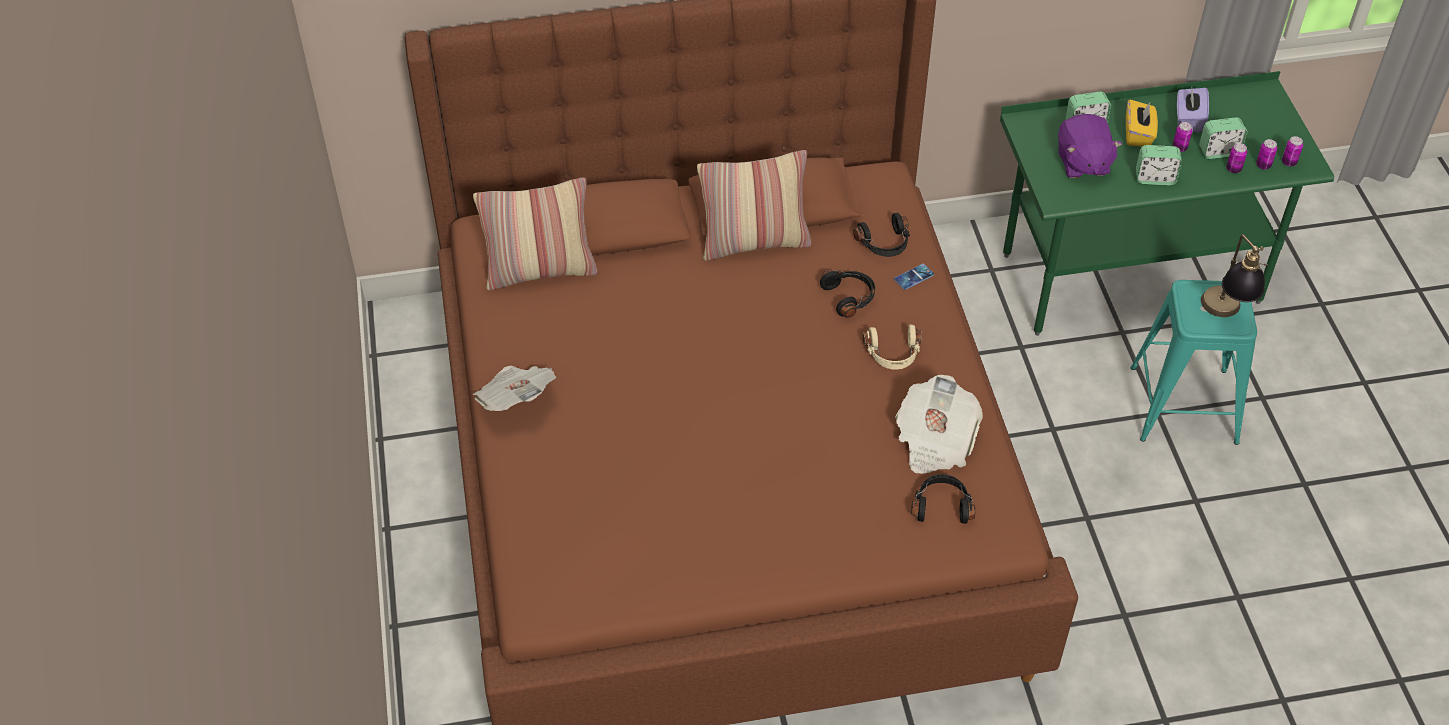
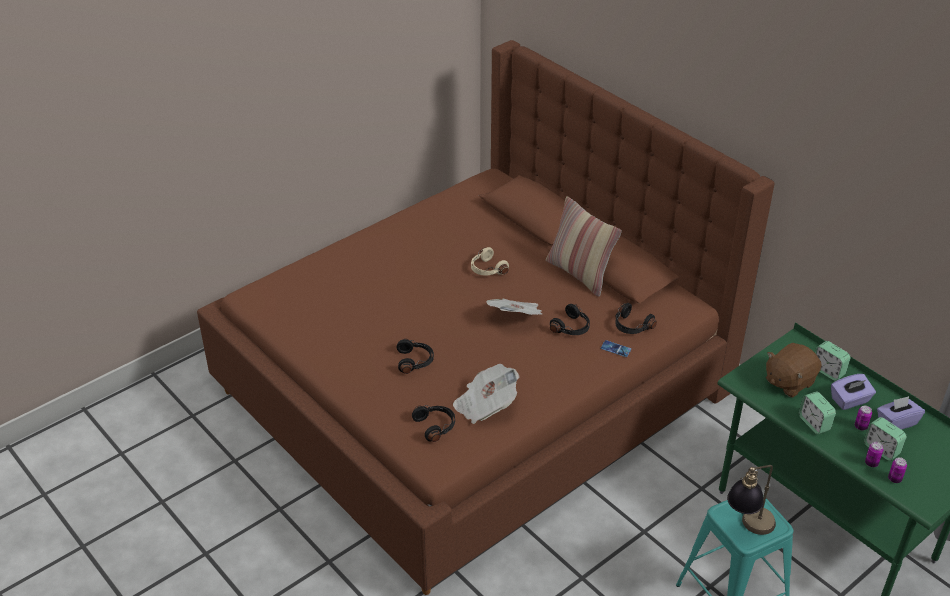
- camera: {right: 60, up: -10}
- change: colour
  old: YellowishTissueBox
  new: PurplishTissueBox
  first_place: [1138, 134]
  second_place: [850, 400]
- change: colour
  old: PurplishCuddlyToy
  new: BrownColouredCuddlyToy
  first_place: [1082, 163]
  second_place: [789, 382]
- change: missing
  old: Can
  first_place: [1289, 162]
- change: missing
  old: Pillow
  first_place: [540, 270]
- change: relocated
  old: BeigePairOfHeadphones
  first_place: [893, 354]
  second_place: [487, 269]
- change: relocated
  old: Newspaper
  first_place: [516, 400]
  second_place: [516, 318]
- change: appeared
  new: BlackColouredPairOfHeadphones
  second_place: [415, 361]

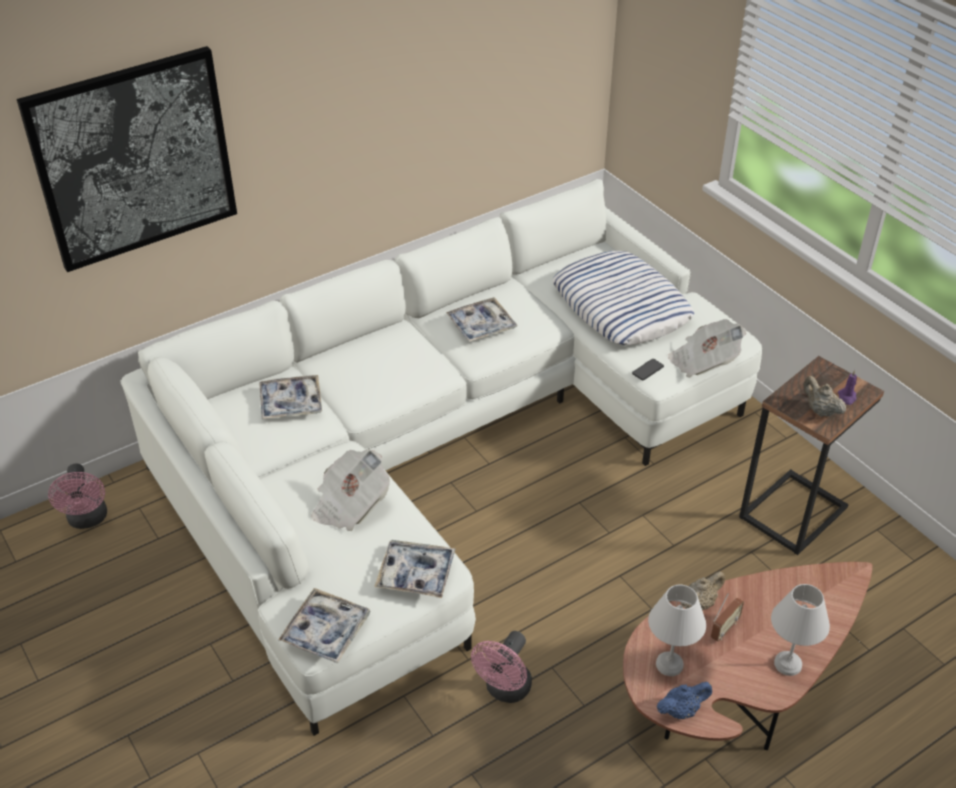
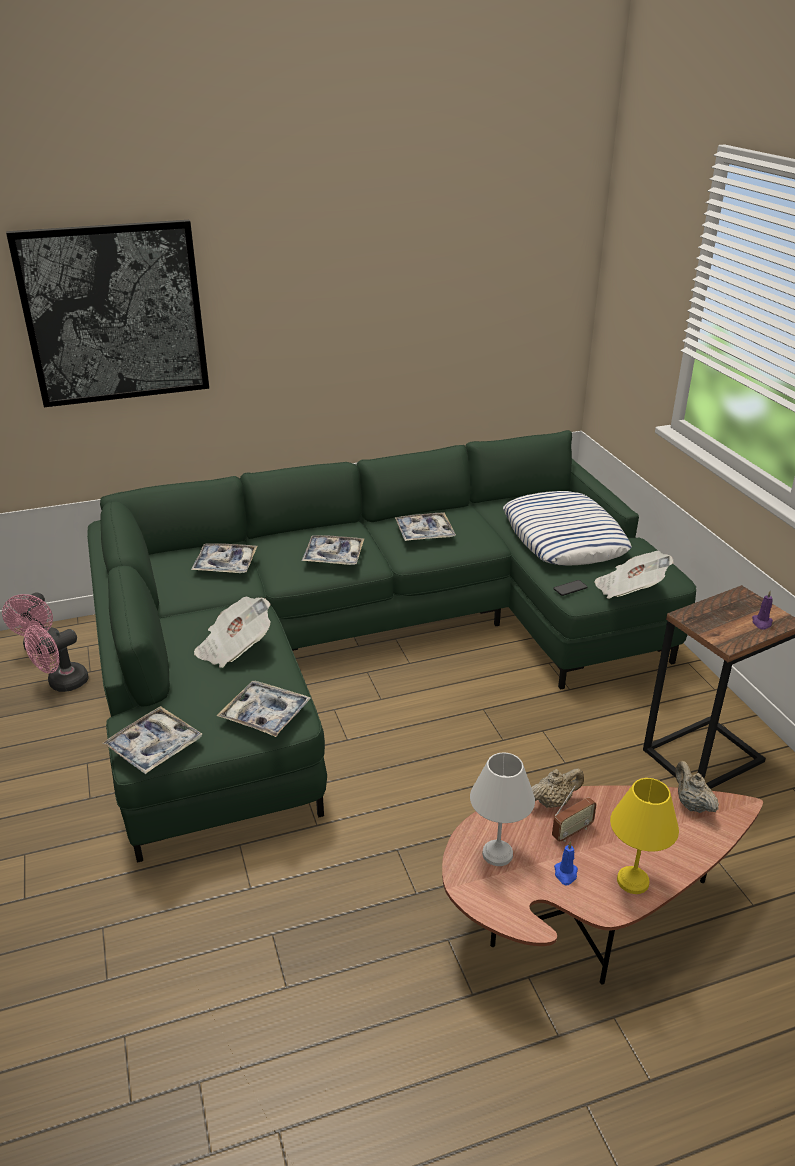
- camera: {right: 15, up: -10}
- change: colour
  old: WhitishSofa
  new: GreenSofa
  first_place: [438, 450]
  second_place: [367, 645]
- change: relocated
  old: BeigeTeaPot
  first_place: [820, 410]
  second_place: [691, 804]
- change: colour
  old: WhitishTableLamp
  new: YellowishTableLamp
  first_place: [786, 664]
  second_place: [631, 881]
- change: relocated
  old: PinkColouredFan
  first_place: [505, 690]
  second_place: [62, 684]
- change: missing
  old: BlueColouredTeaPot
  first_place: [681, 710]
- change: appeared
  new: CarryingTray
  second_place: [333, 556]
- change: appeared
  new: BlueColouredWaxLight
  second_place: [565, 874]

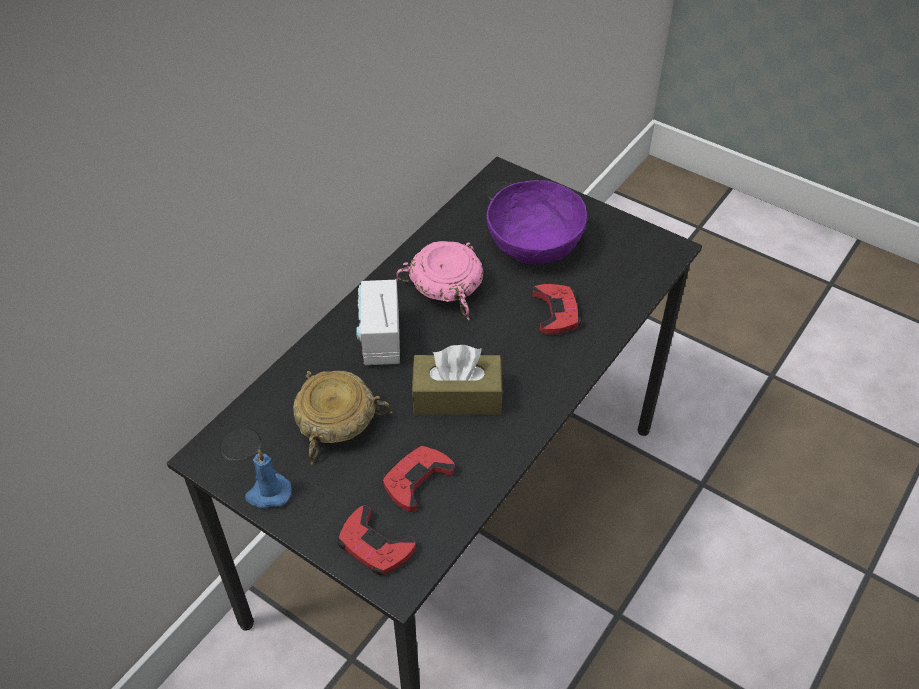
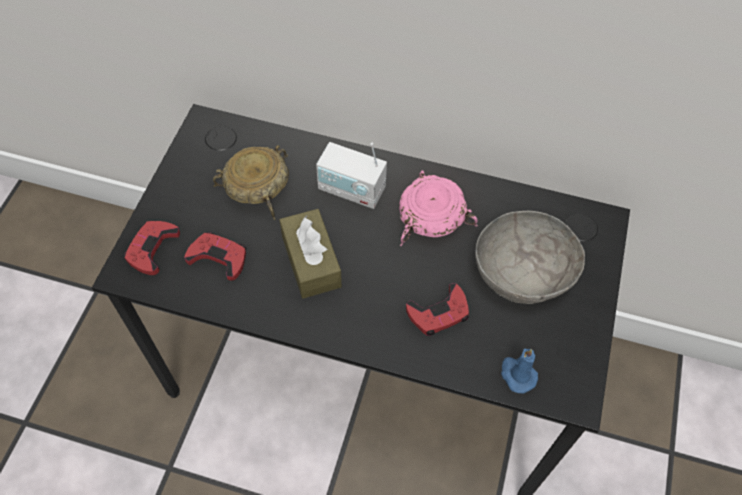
- camera: {right: 70, up: 10}
- change: colour
  old: PurplishDeepDish
  new: GreyDeepDish
  first_place: [534, 242]
  second_place: [522, 272]
- change: spun
  old: RadioSet
  first_place: [381, 340]
  second_place: [351, 190]
  degrees: -135
- change: relocated
  old: BlueColouredWaxLight
  first_place: [268, 494]
  second_place: [517, 374]

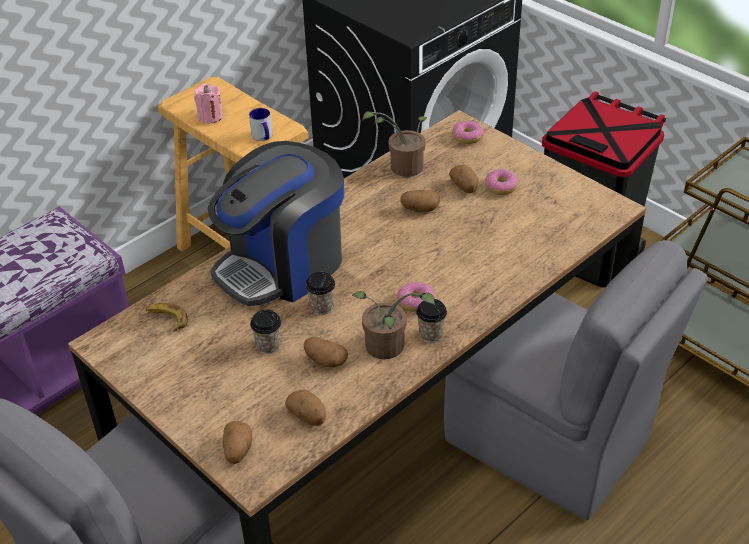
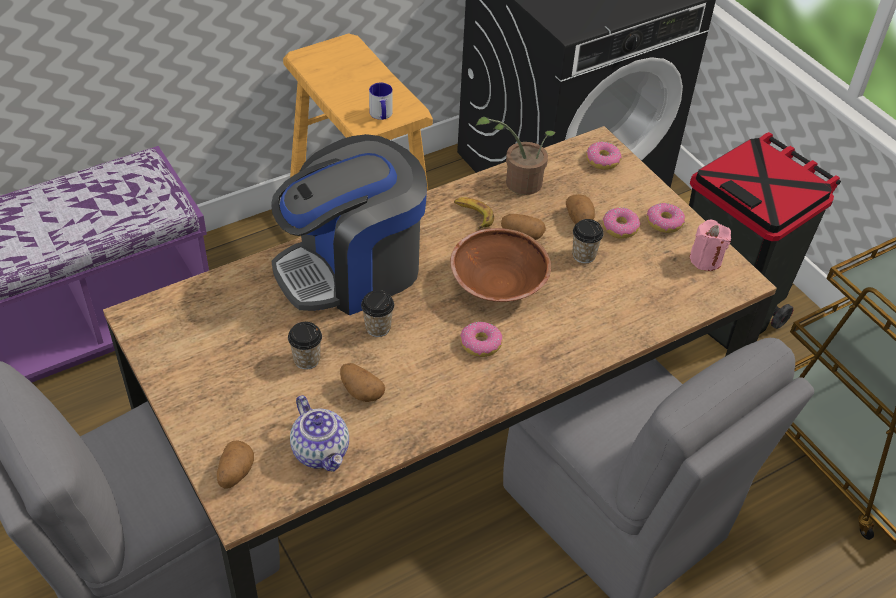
- camera: {right: 10, up: 5}
- change: relocated
  old: PinkColouredWaxLight
  first_place: [210, 116]
  second_place: [705, 259]
- change: missing
  old: PlantInAPot
  first_place: [388, 348]
- change: relocated
  old: SmallCup
  first_place: [431, 334]
  second_place: [584, 255]
- change: relocated
  old: Banana
  first_place: [167, 319]
  second_place: [473, 215]
- change: exchanged
  old: Spud
  new: TeaPot
  first_place: [308, 416]
  second_place: [321, 451]
- change: appeared
  new: Donut
  second_place: [664, 223]
- change: appeared
  new: BrownColouredDeepDish
  second_place: [498, 284]

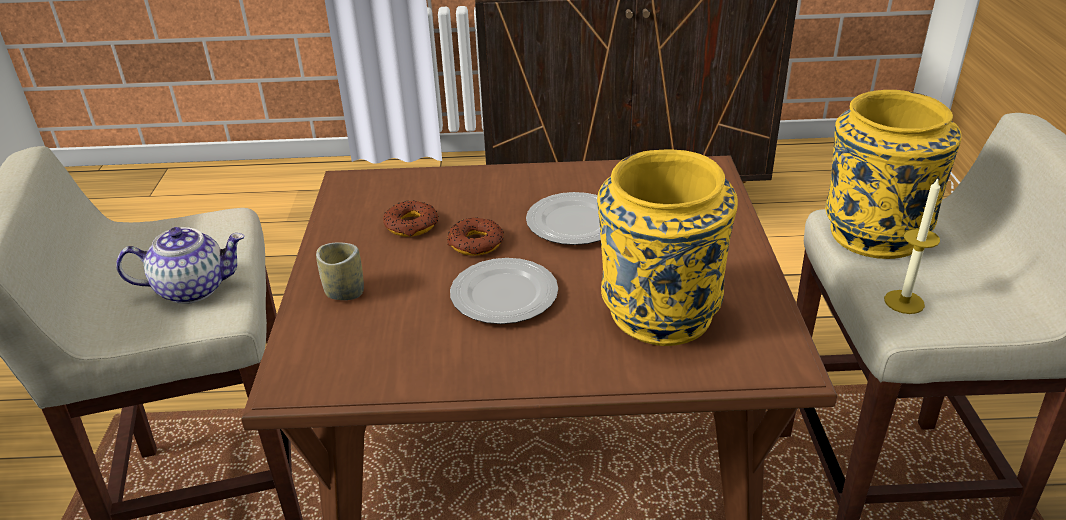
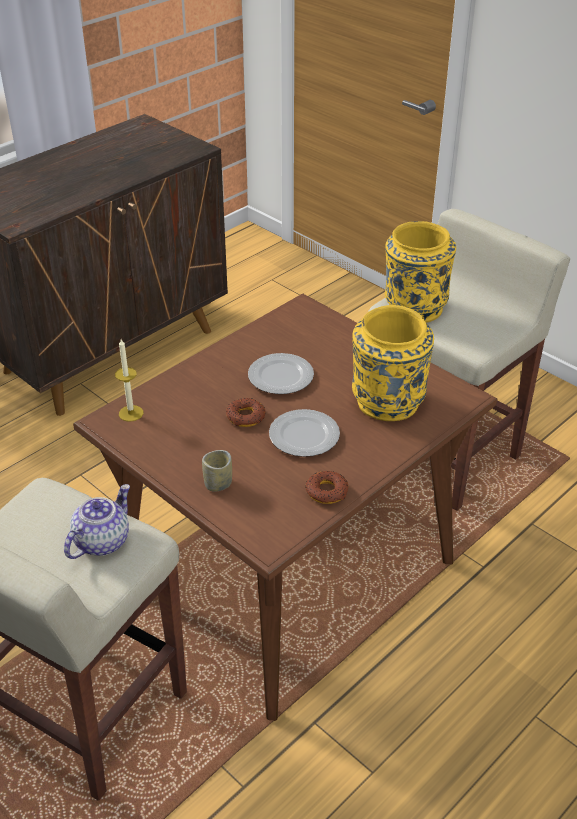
- camera: {right: -45, up: 5}
- change: relocated
  old: WaxLight
  first_place: [904, 302]
  second_place: [131, 413]
- change: relocated
  old: Donut
  first_place: [411, 225]
  second_place: [327, 491]

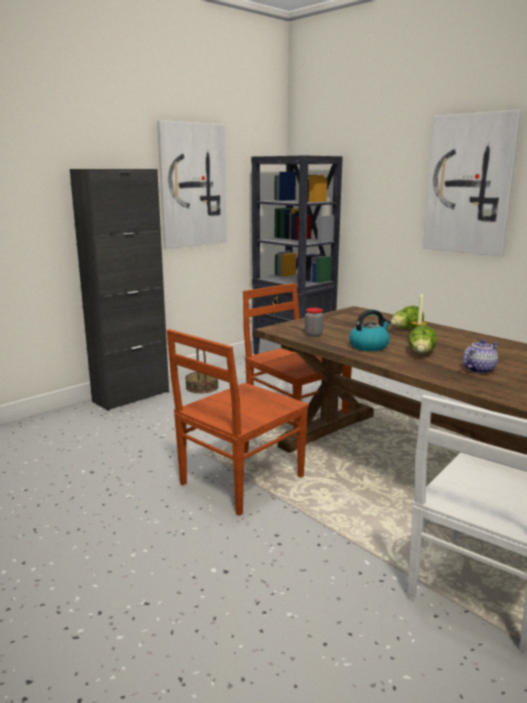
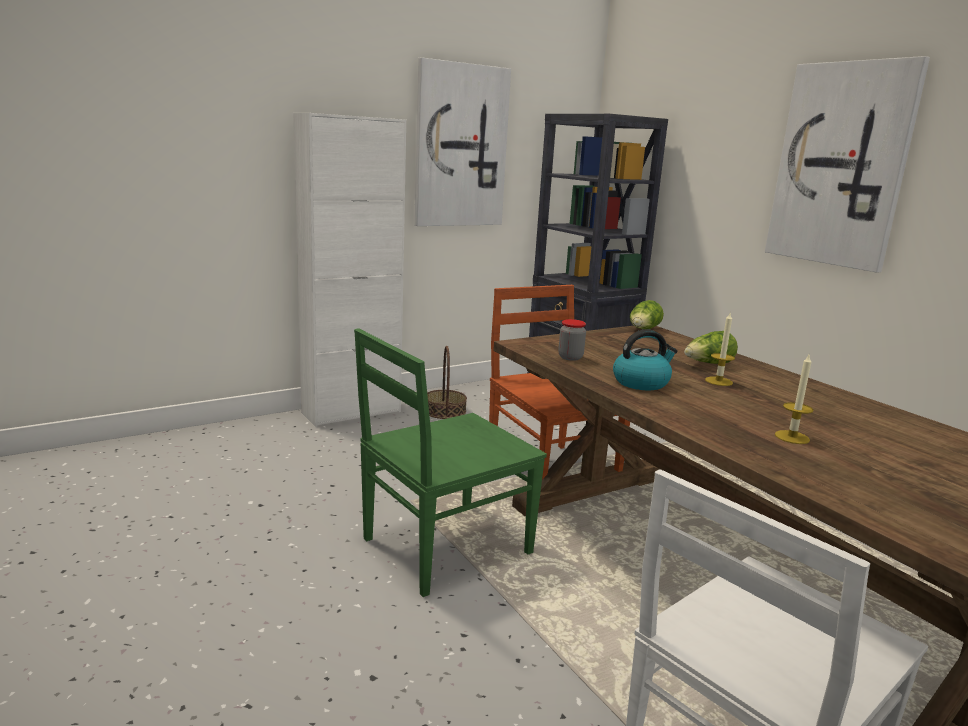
- camera: {right: 10, up: 0}
- change: colour
  old: BlackColouredCabinet
  new: WhitishCabinet
  first_place: [131, 396]
  second_place: [351, 412]
- change: relocated
  old: LettuceHead
  first_place: [421, 353]
  second_place: [643, 330]
- change: colour
  old: BrownColouredUprightChair
  new: GreenUprightChair
  first_place: [240, 481]
  second_place: [443, 547]
- change: exchanged
  old: TeaPot
  new: WaxLight
  first_place: [478, 370]
  second_place: [792, 437]

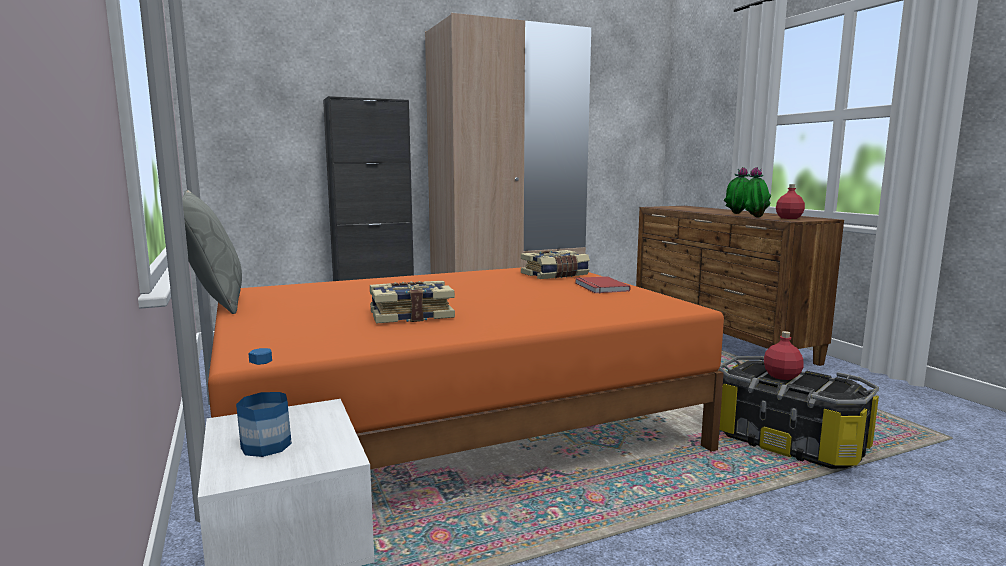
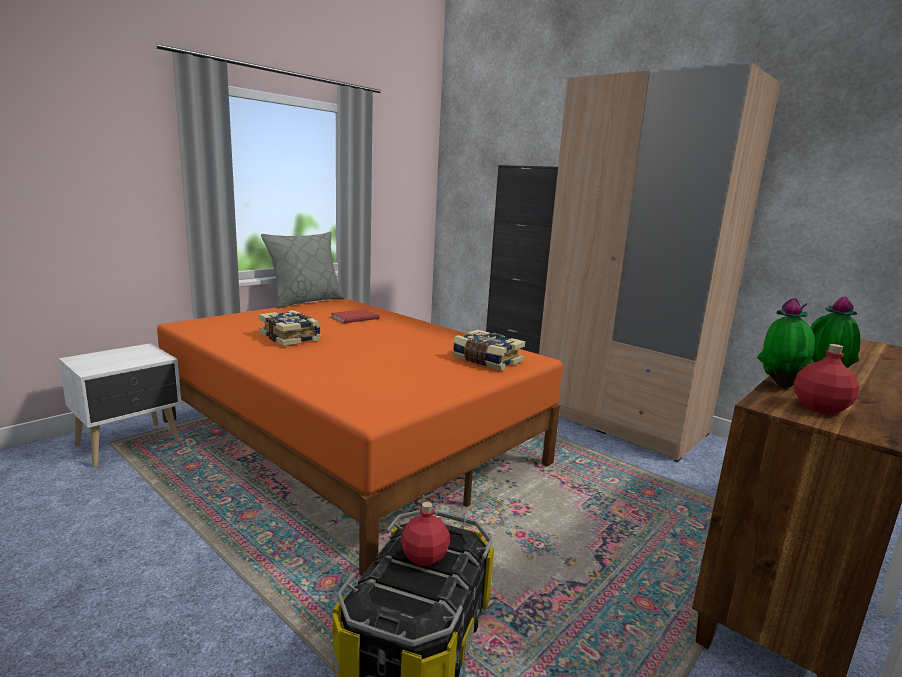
- camera: {right: 65, up: 5}
- change: relocated
  old: ReddishVolume
  first_place: [599, 287]
  second_place: [354, 318]
- change: missing
  old: DrinkBottle
  first_place: [266, 445]

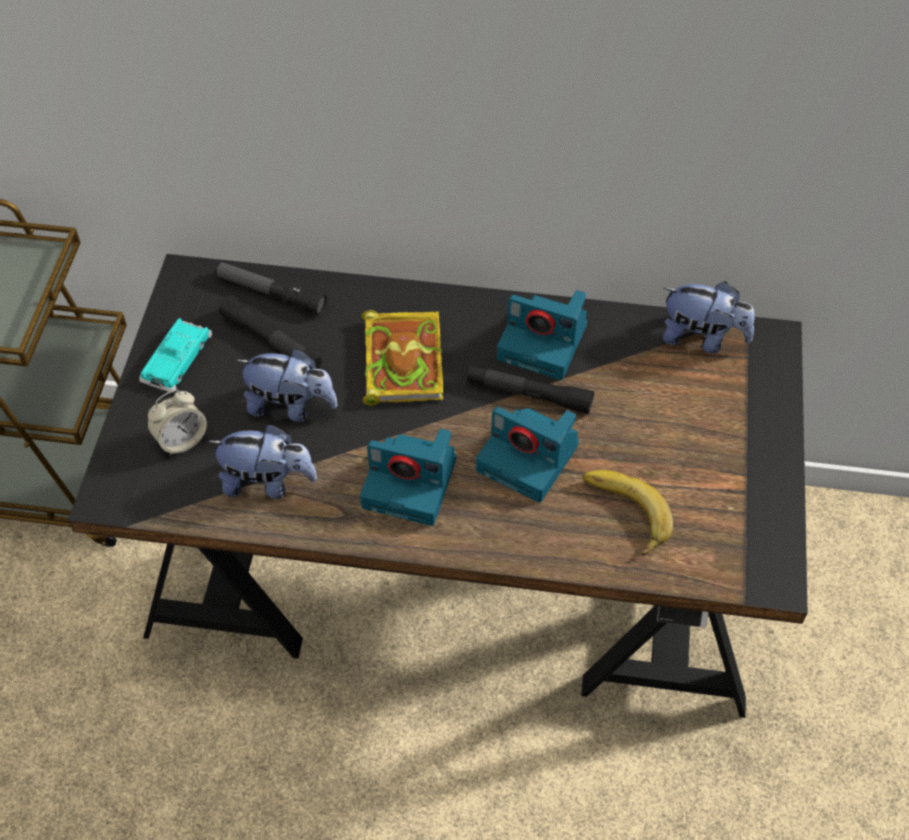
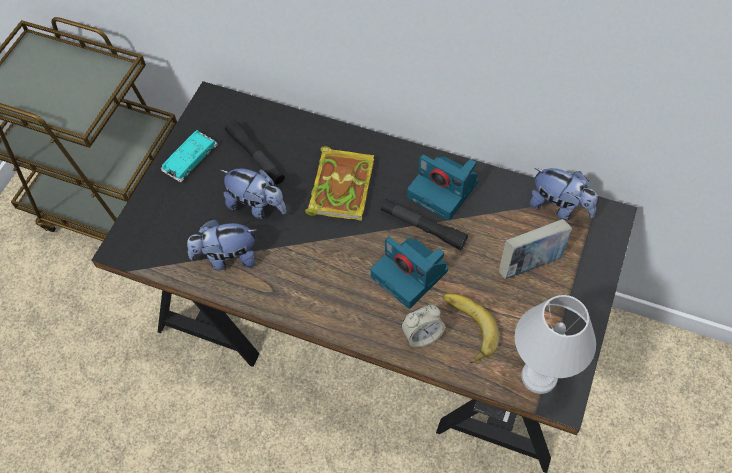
- camera: {right: 15, up: 5}
- change: missing
  old: HandTorch
  first_place: [270, 293]
- change: relocated
  old: BedsideClock
  first_place: [181, 440]
  second_place: [422, 335]
- change: spun
  old: CuddlyToy
  first_place: [267, 482]
  second_place: [227, 258]
  degrees: 150
- change: missing
  old: PhotoCamera
  first_place: [412, 483]
- change: appeared
  new: Volume
  second_place: [530, 263]
- change: appeared
  new: WhitishTableLamp
  second_place: [541, 376]

